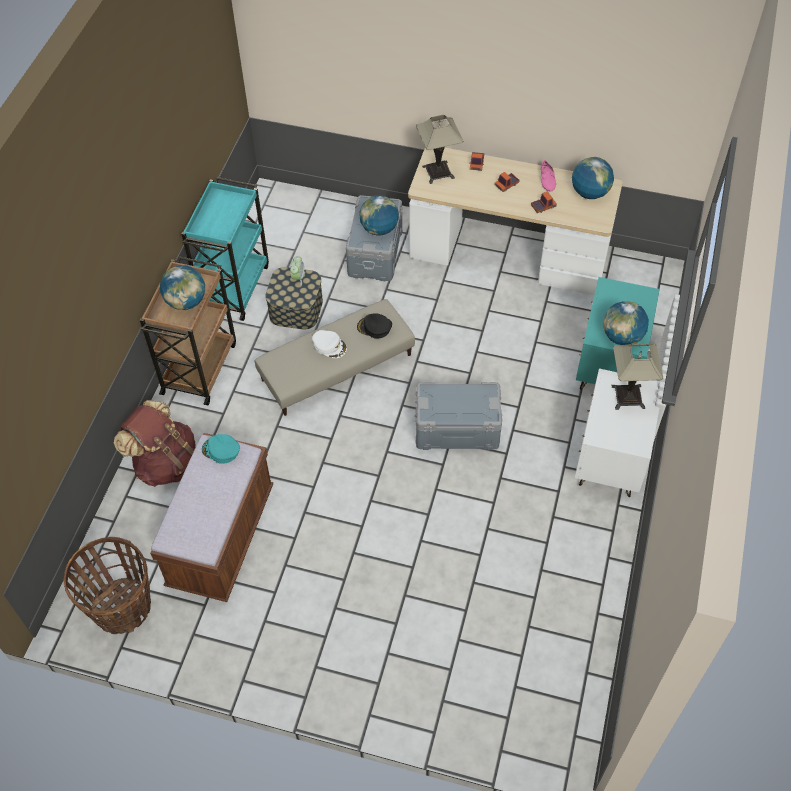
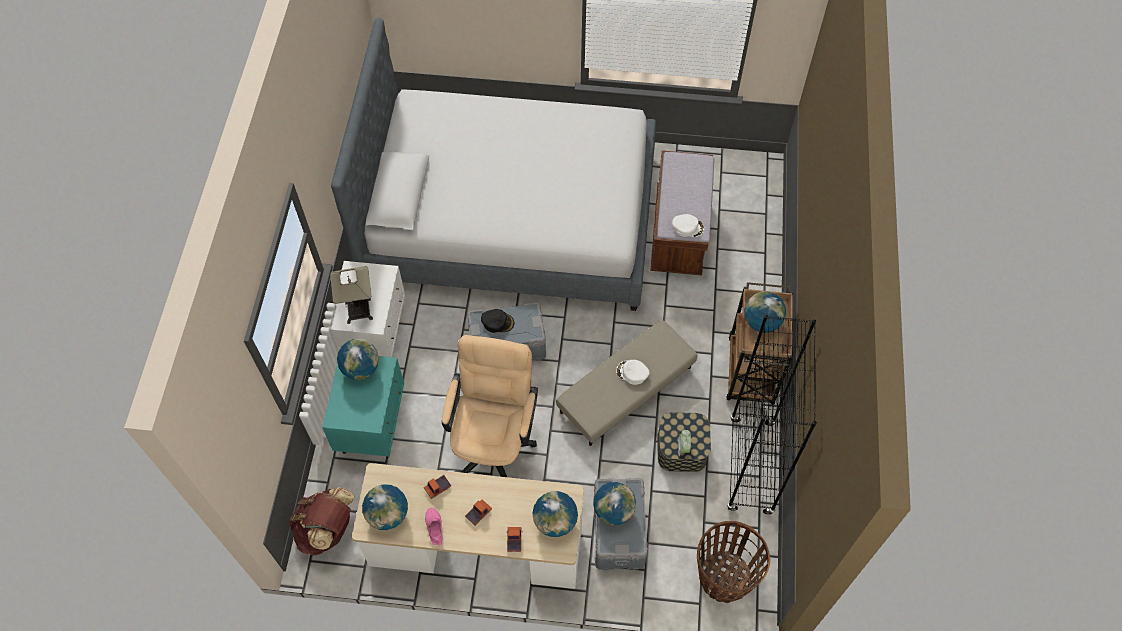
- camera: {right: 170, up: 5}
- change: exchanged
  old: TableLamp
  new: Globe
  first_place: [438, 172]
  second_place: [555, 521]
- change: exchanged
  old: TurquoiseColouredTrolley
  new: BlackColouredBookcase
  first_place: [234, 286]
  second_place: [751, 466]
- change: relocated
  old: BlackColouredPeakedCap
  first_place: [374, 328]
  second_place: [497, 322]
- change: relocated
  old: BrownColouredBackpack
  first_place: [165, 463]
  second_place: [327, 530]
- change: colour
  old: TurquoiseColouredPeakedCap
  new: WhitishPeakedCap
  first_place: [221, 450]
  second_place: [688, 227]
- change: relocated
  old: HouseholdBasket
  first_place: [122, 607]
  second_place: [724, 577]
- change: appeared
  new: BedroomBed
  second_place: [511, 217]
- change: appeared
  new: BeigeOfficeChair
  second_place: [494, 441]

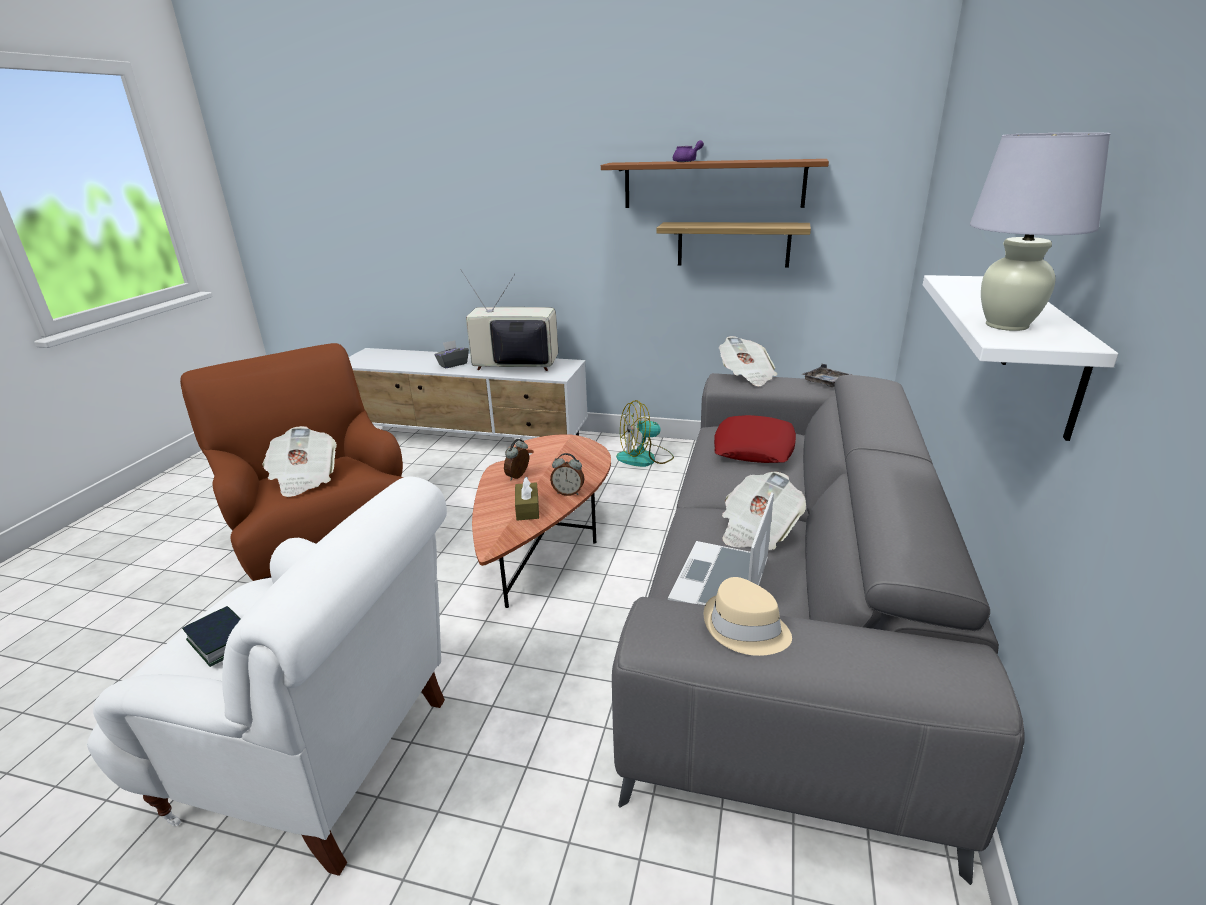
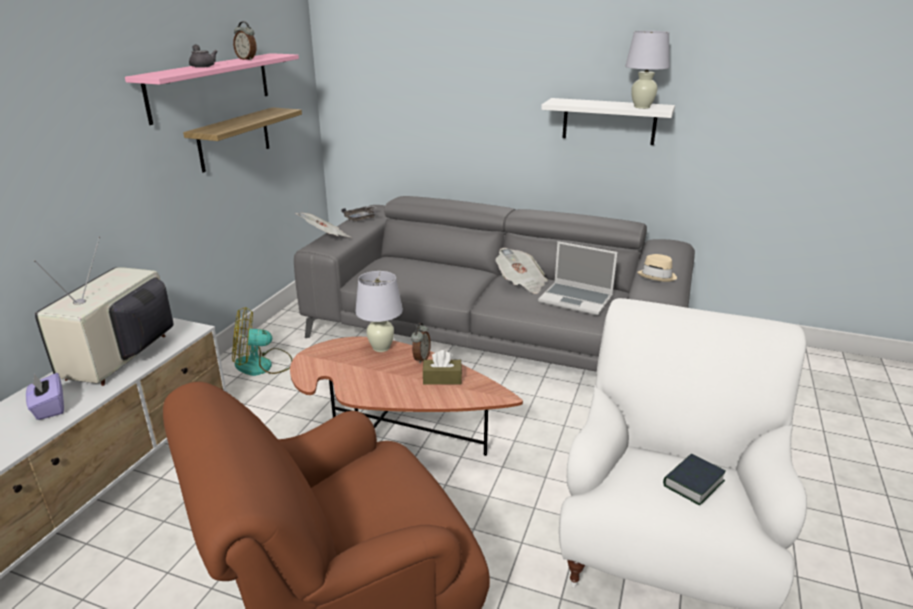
- camera: {right: -85, up: 0}
- change: colour
  old: PurplishTeaPot
  new: GreyTeaPot
  first_place: [687, 161]
  second_place: [202, 66]
- change: colour
  old: BrownColouredBracketShelf
  new: PinkColouredBracketShelf
  first_place: [713, 184]
  second_place: [211, 86]
- change: colour
  old: GreyTissueBox
  new: PurplishTissueBox
  first_place: [453, 364]
  second_place: [49, 408]
- change: spun
  old: Fan
  first_place: [645, 458]
  second_place: [263, 365]
  degrees: 90
- change: missing
  old: ReddishPillow
  first_place: [754, 448]
- change: missing
  old: Newspaper
  first_place: [304, 478]
- change: relocated
  old: BedsideClock
  first_place: [519, 476]
  second_place: [247, 59]
- change: appeared
  new: WhitishTableLamp
  second_place: [381, 348]

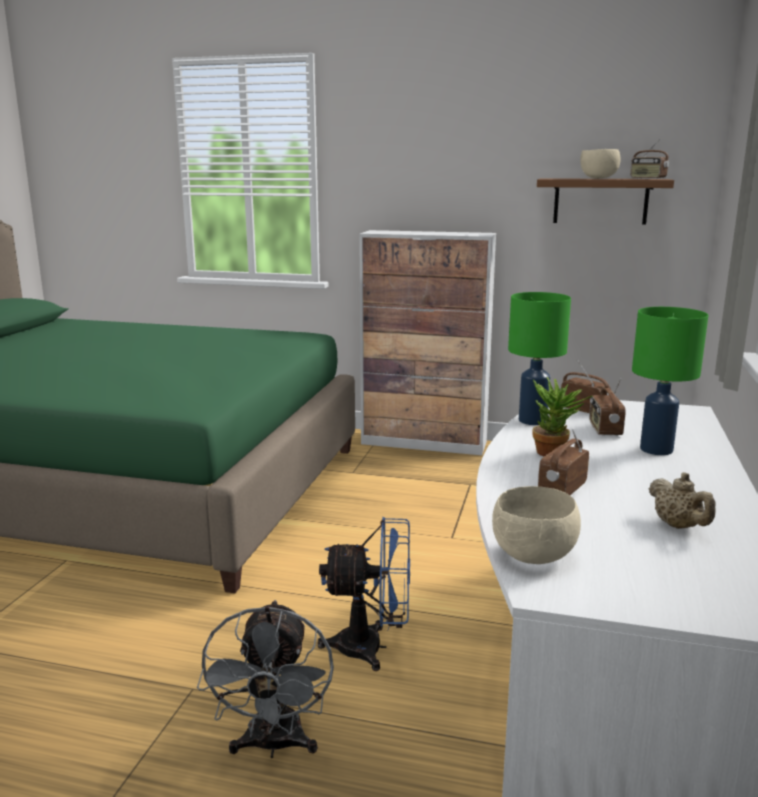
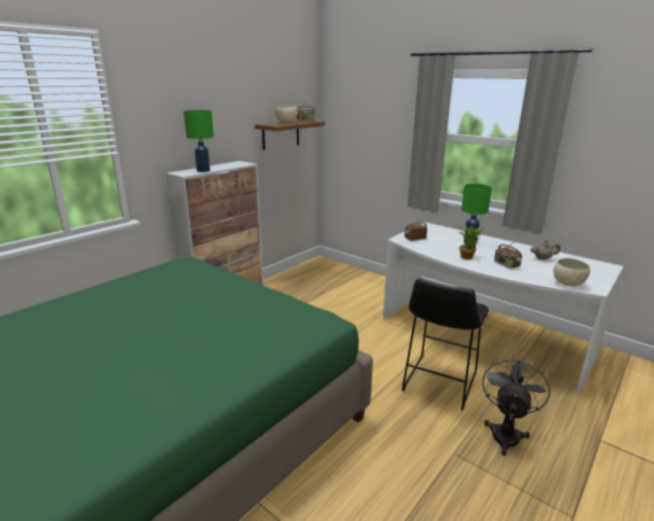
- camera: {right: -65, up: 5}
- change: relocated
  old: GreenTableLamp
  first_place: [531, 420]
  second_place: [202, 171]
- change: missing
  old: RadioSet
  first_place: [604, 429]
- change: exchanged
  old: BlueColouredFan
  new: BlackColouredStool
  first_place: [372, 647]
  second_place: [438, 383]
- change: spun
  old: GreyFan
  first_place: [274, 746]
  second_place: [506, 432]
  degrees: -90

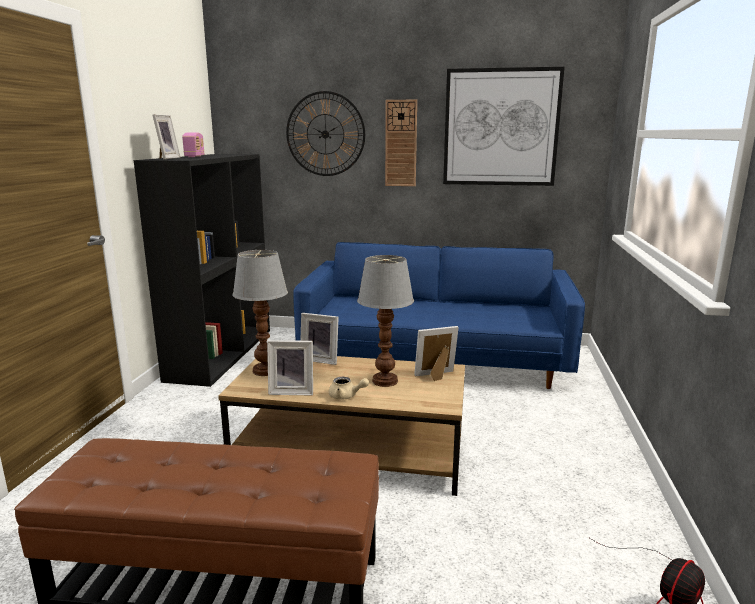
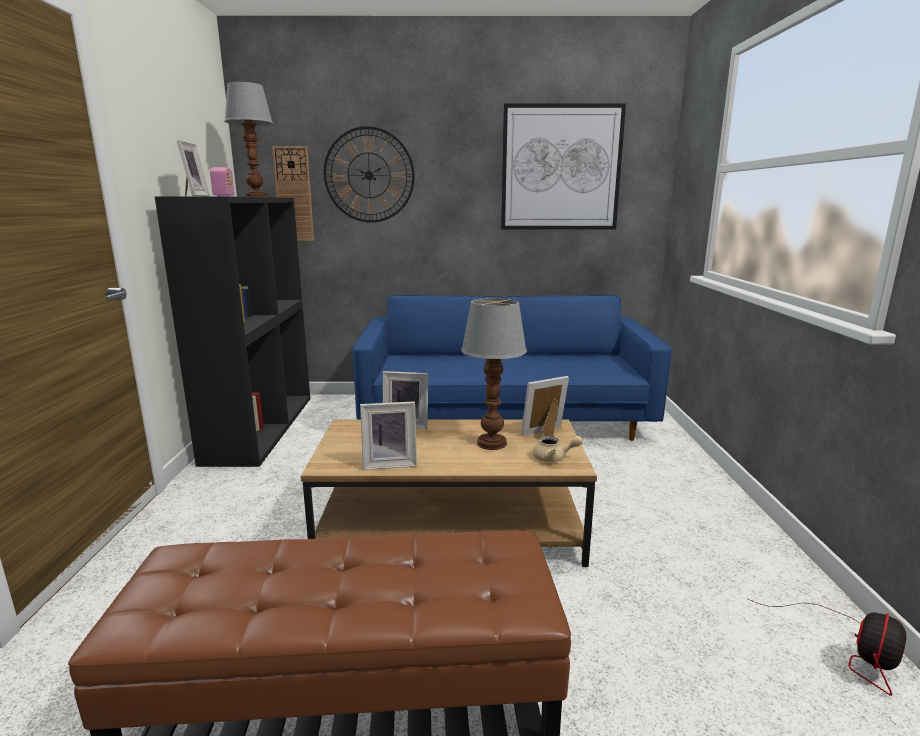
- camera: {right: -10, up: 0}
- change: relocated
  old: WallClock
  first_place: [401, 143]
  second_place: [294, 194]
- change: relocated
  old: TableLamp
  first_place: [265, 370]
  second_place: [257, 197]
- change: relocated
  old: BeigeTeaPot
  first_place: [346, 396]
  second_place: [554, 458]

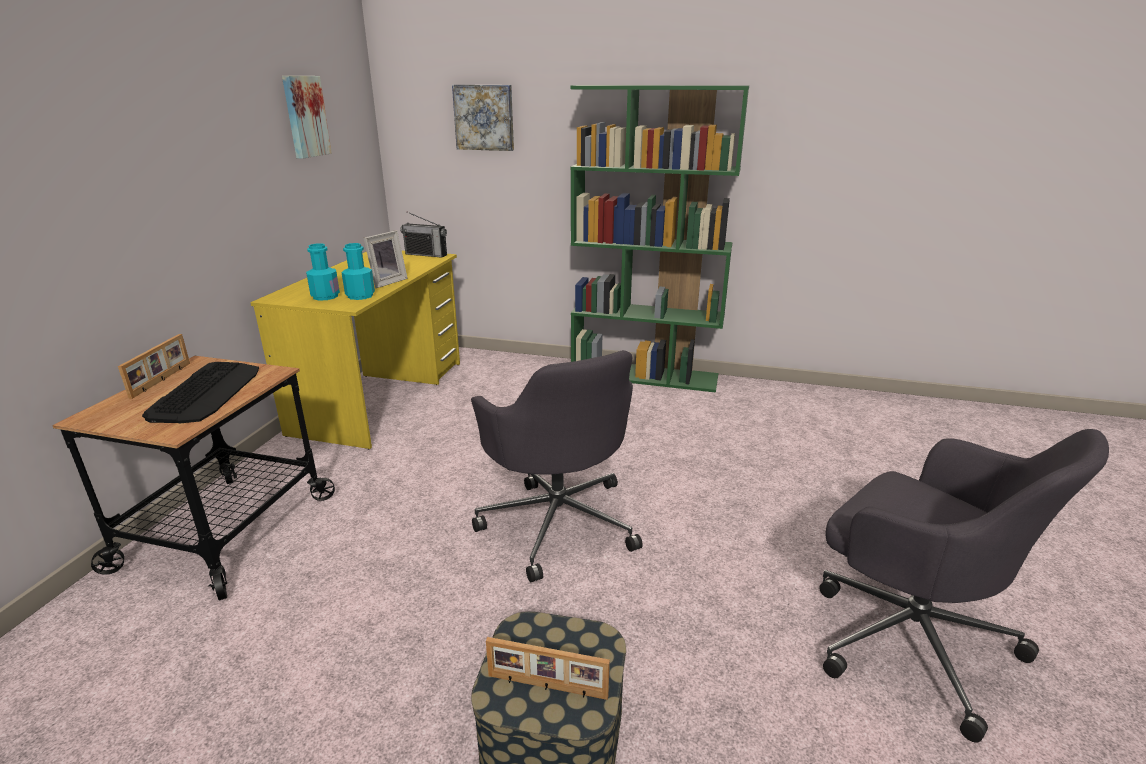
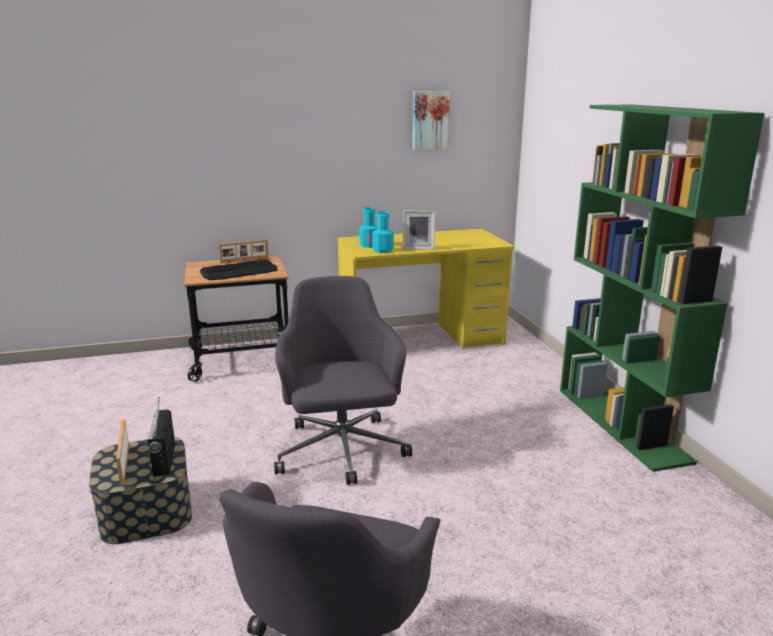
- camera: {right: 60, up: -5}
- change: missing
  old: WallPicture
  first_place: [484, 117]
- change: relocated
  old: RadioSet
  first_place: [426, 254]
  second_place: [164, 459]
- change: spun
  old: GreyOfficeChair
  first_place: [558, 521]
  second_place: [341, 452]
  degrees: 135

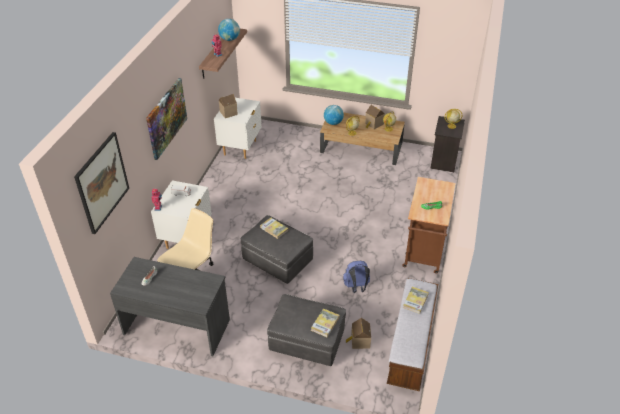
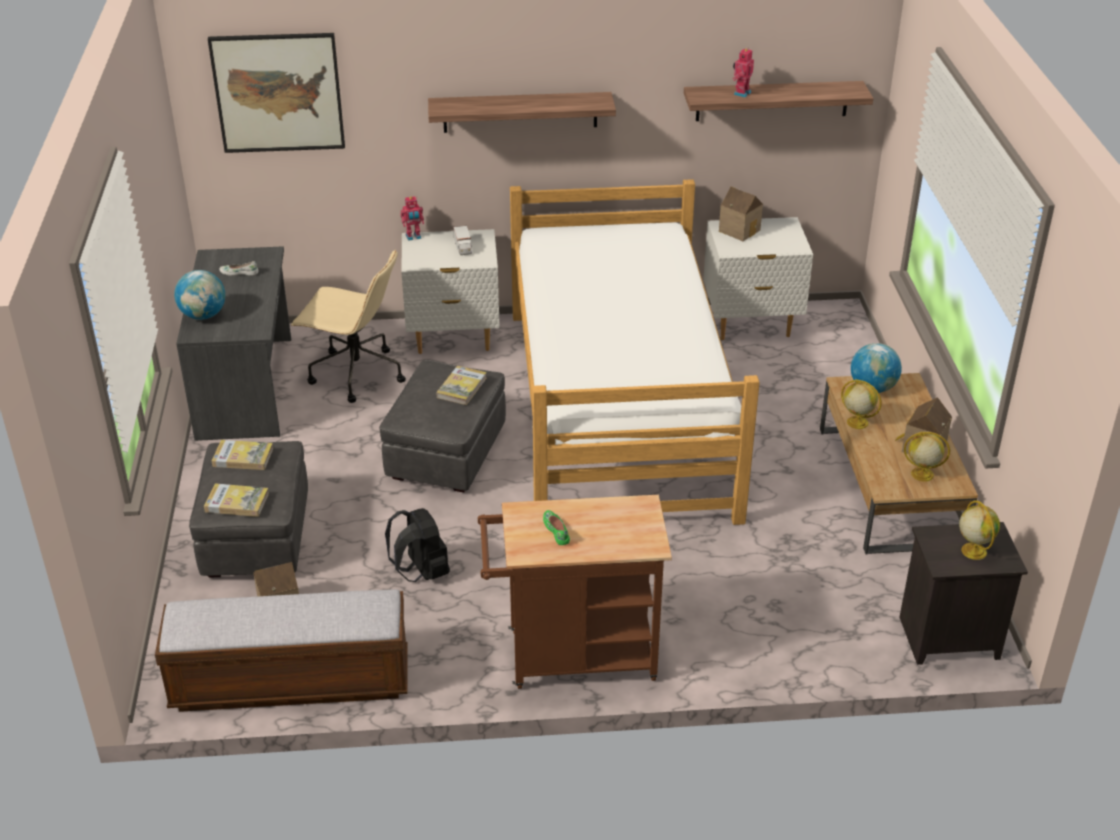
- camera: {right: 70, up: -5}
- change: relocated
  old: Globe
  first_place: [229, 39]
  second_place: [203, 315]
- change: exchanged
  old: WallPicture
  new: BracketShelf
  first_place: [166, 118]
  second_place: [520, 112]
- change: colour
  old: BlueColouredBackpack
  new: BlackColouredBackpack
  first_place: [356, 287]
  second_place: [421, 572]
- change: relocated
  old: Volume
  first_place: [415, 301]
  second_place: [243, 457]
- change: appeared
  new: BedroomBed
  second_place: [619, 410]

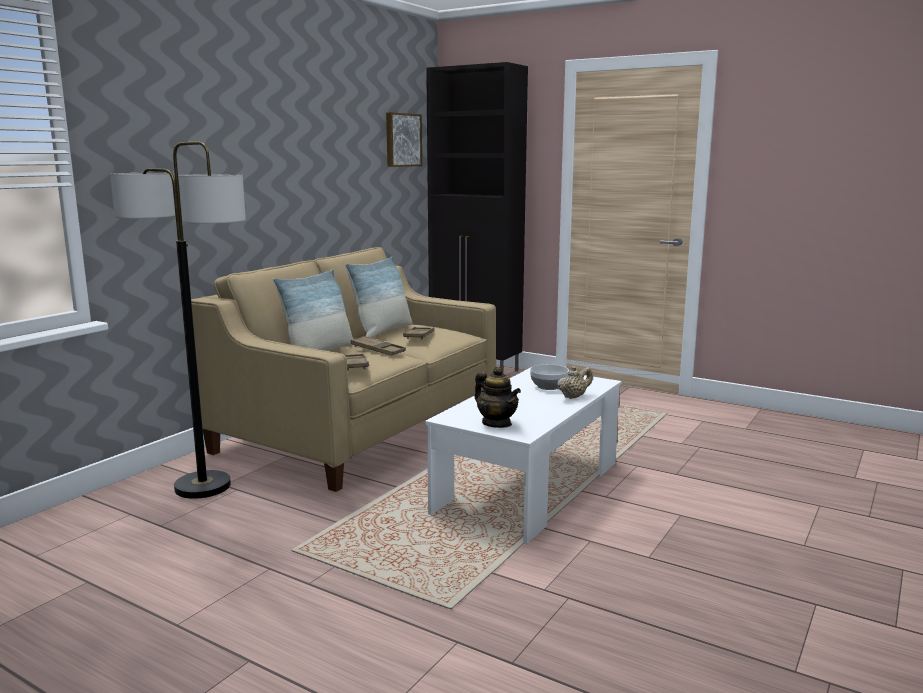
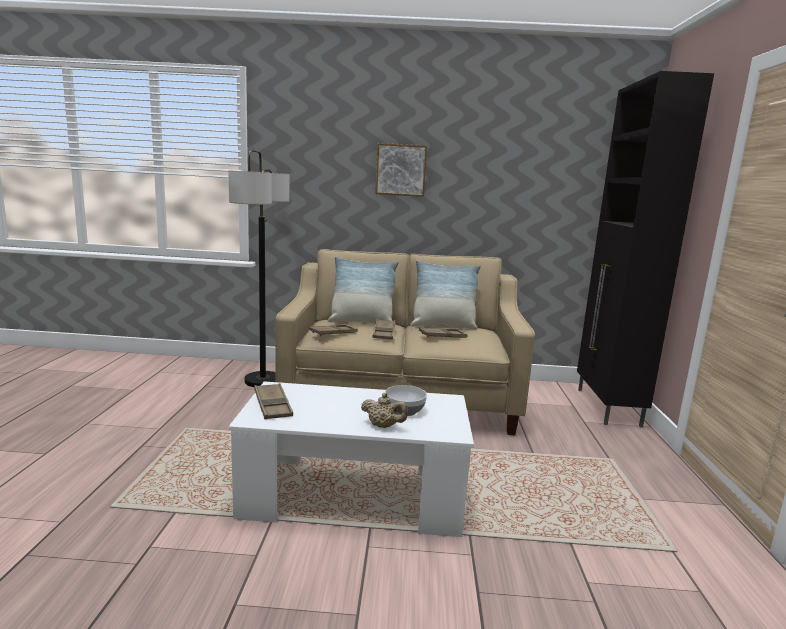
- camera: {right: 60, up: 0}
- change: relocated
  old: WallPicture
  first_place: [402, 140]
  second_place: [401, 170]
- change: exchanged
  old: TeaPot
  new: BrownColouredCarryingTray
  first_place: [497, 423]
  second_place: [273, 405]

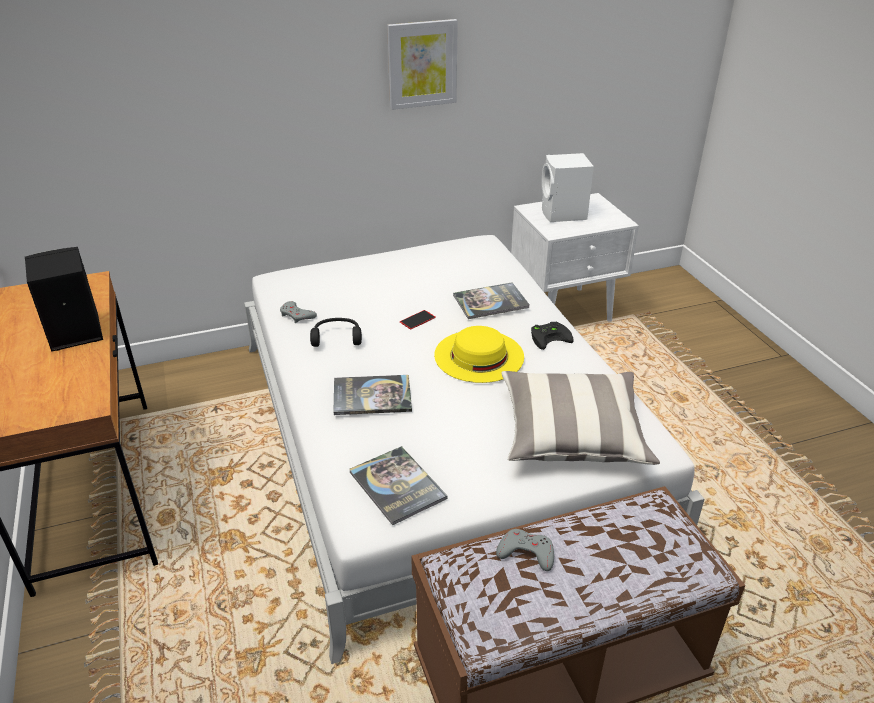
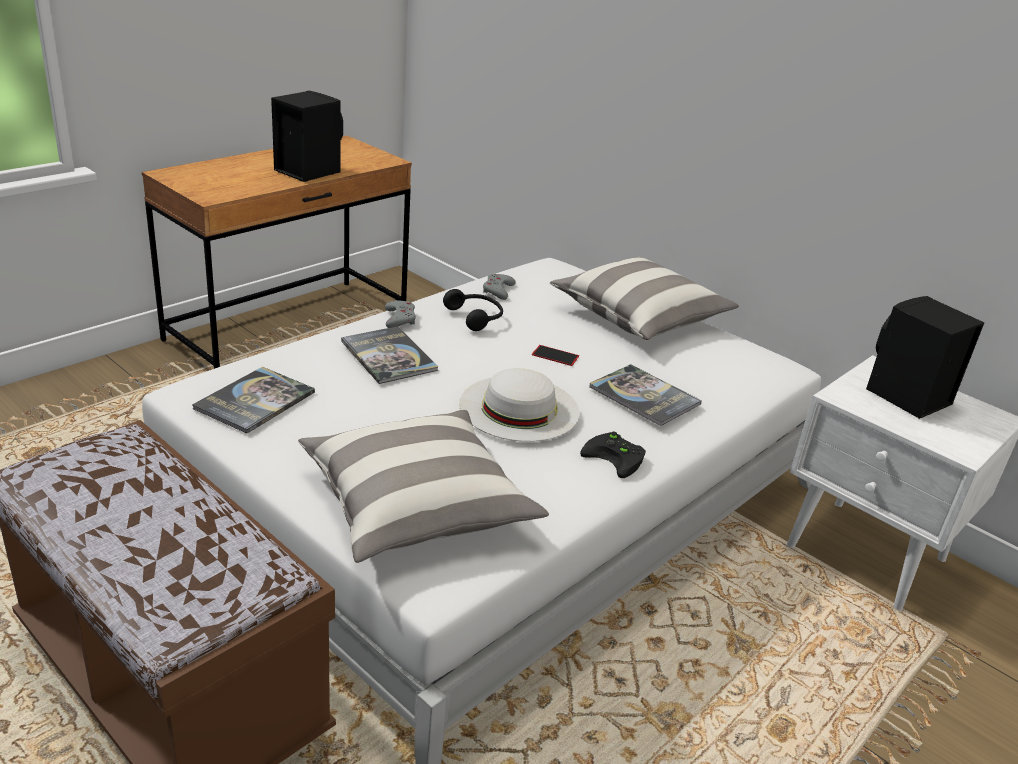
- camera: {right: 60, up: -5}
- change: missing
  old: WallPicture
  first_place: [422, 64]
- change: colour
  old: WhitishSpeaker
  new: BlackColouredSpeaker
  first_place: [563, 214]
  second_place: [905, 397]
- change: colour
  old: YellowishWearableHat
  new: WhitishWearableHat
  first_place: [479, 355]
  second_place: [519, 408]
- change: relocated
  old: GreyGameController
  first_place: [526, 553]
  second_place: [400, 318]
- change: appeared
  new: Pillow
  second_place: [639, 317]

